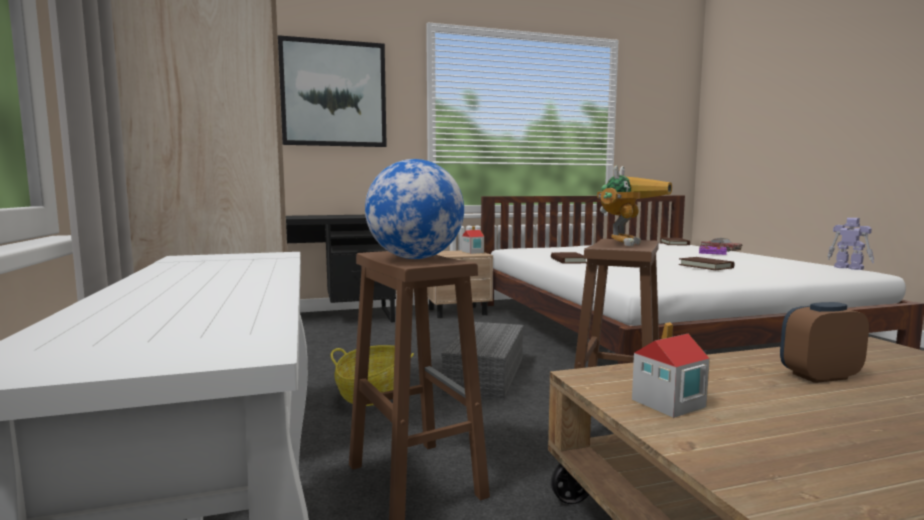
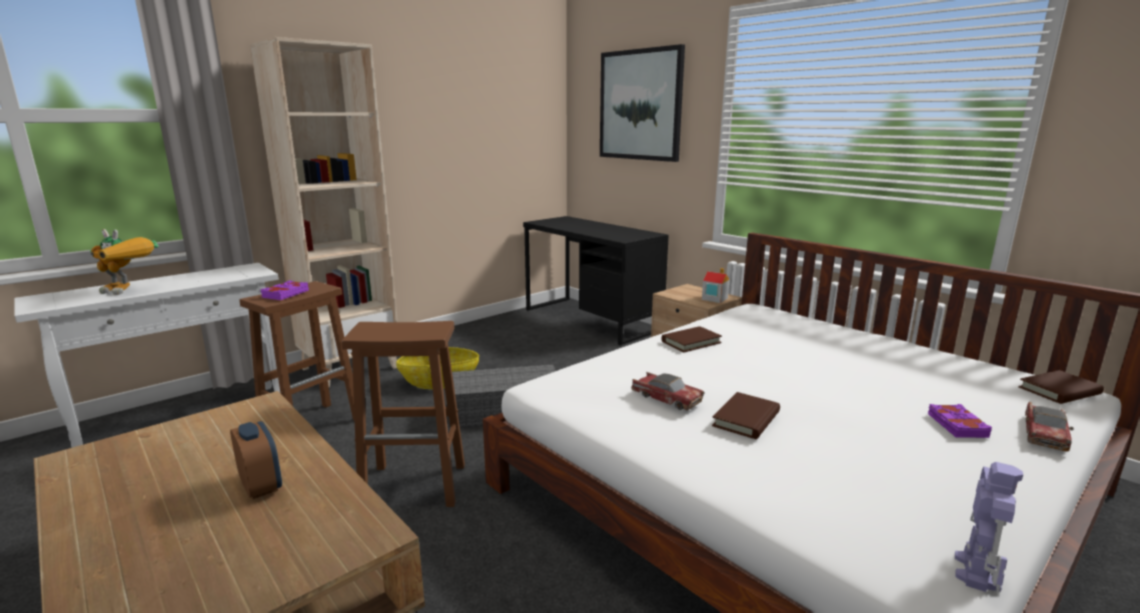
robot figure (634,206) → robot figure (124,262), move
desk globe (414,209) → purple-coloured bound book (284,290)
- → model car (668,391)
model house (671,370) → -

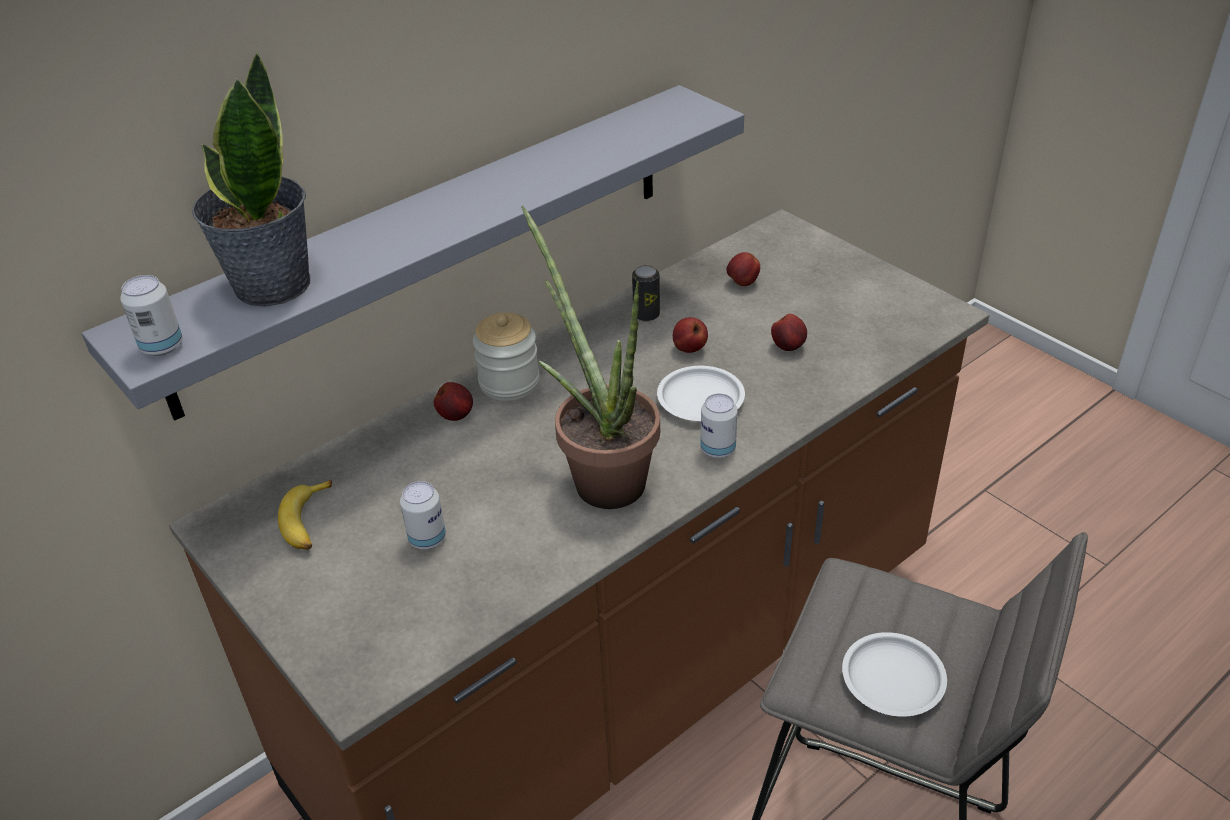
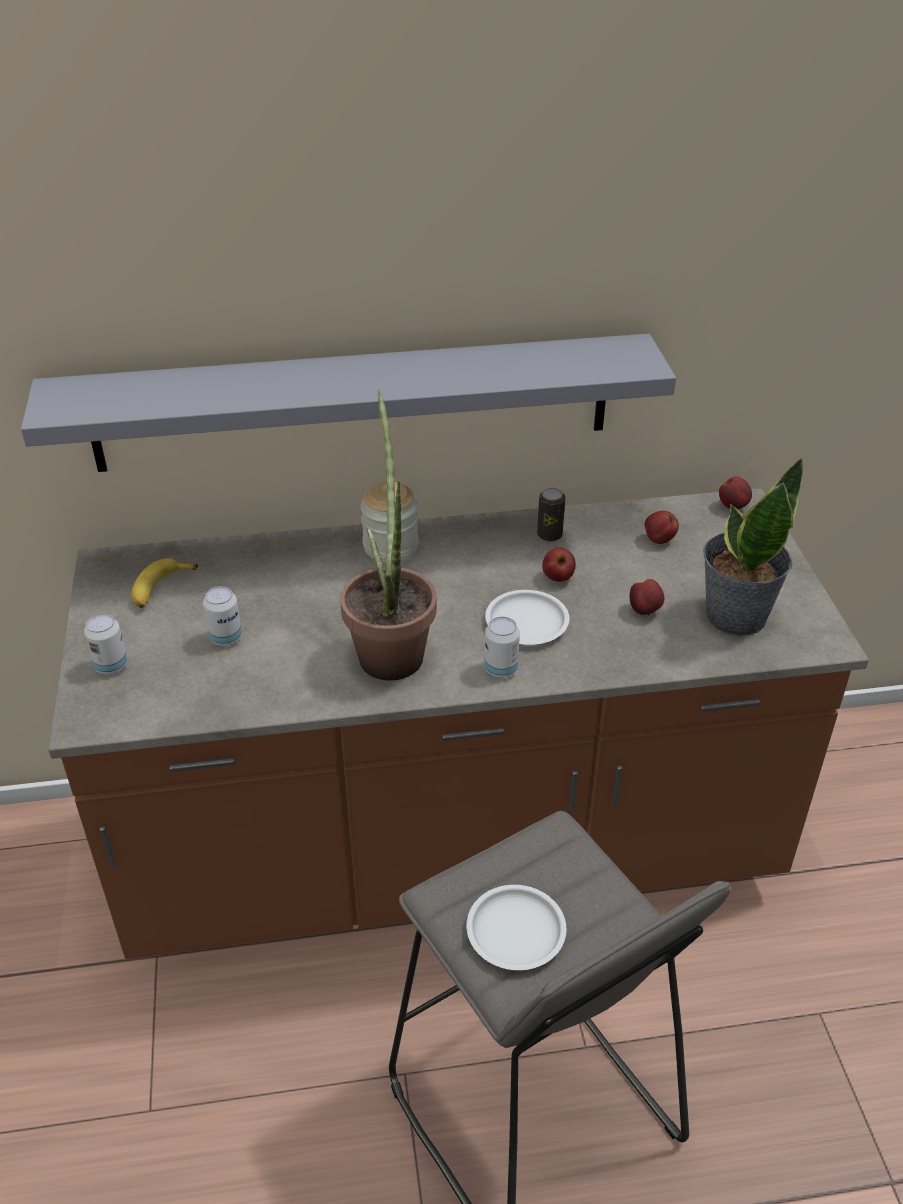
sealed can (151,315) → sealed can (106,643), move
potted plant (251,179) → potted plant (753,546), move
apple fruit (453,401) → apple fruit (735,492), move

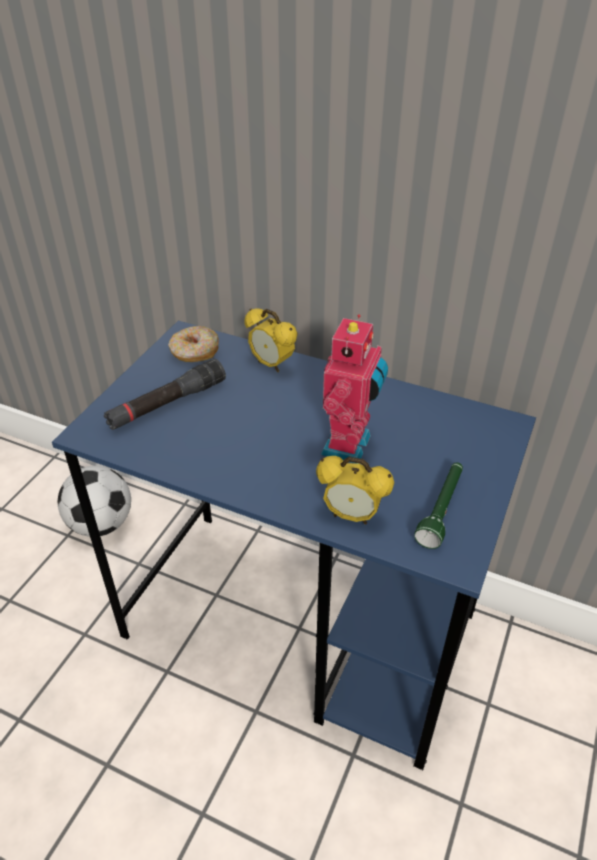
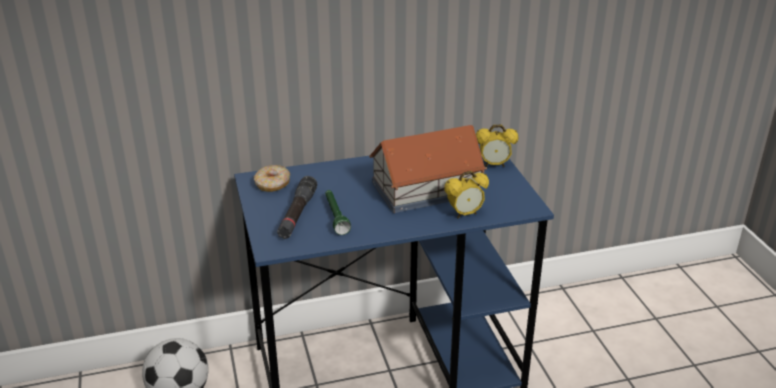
green-coloured flashlight (438,505) → green-coloured flashlight (338,212), move
robot figure (354,388) → model house (428,169)
alarm clock (271,340) → alarm clock (497,146), move

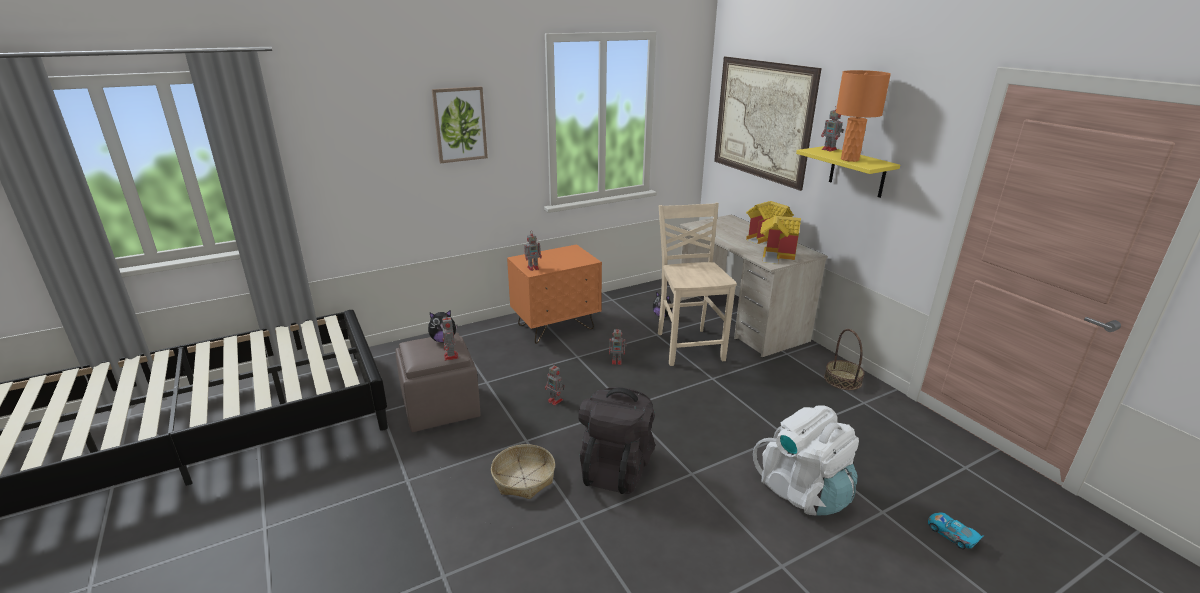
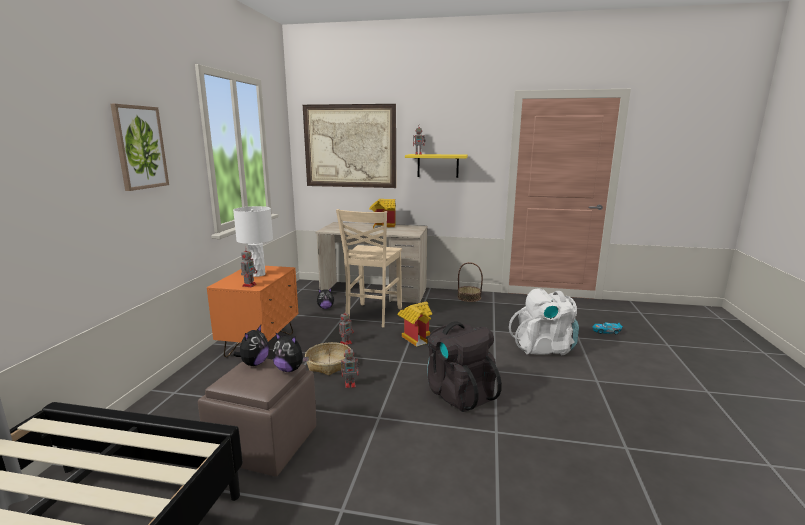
- → white-coloured lamp for a table (253,241)
robot figure (450,337) → soft toy (290,352)
household basket (523,471) → household basket (328,358), move
beige chair (697,284) → beige chair (369,268), 105 degrees counterclockwise
model house (780,240) → model house (414,324), move
orange lamp for a table (863,116) → -

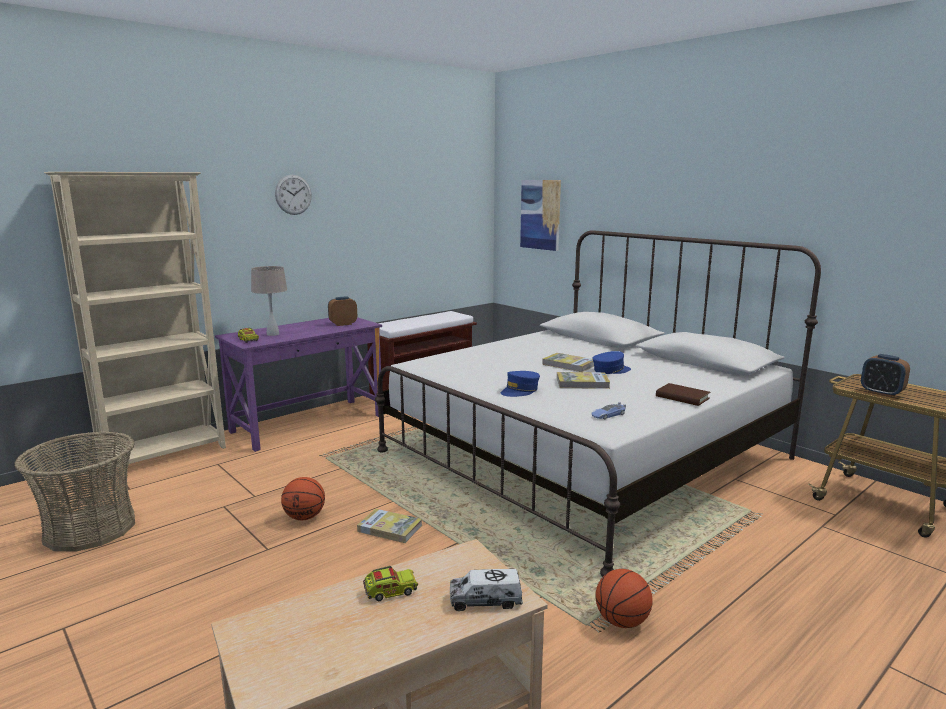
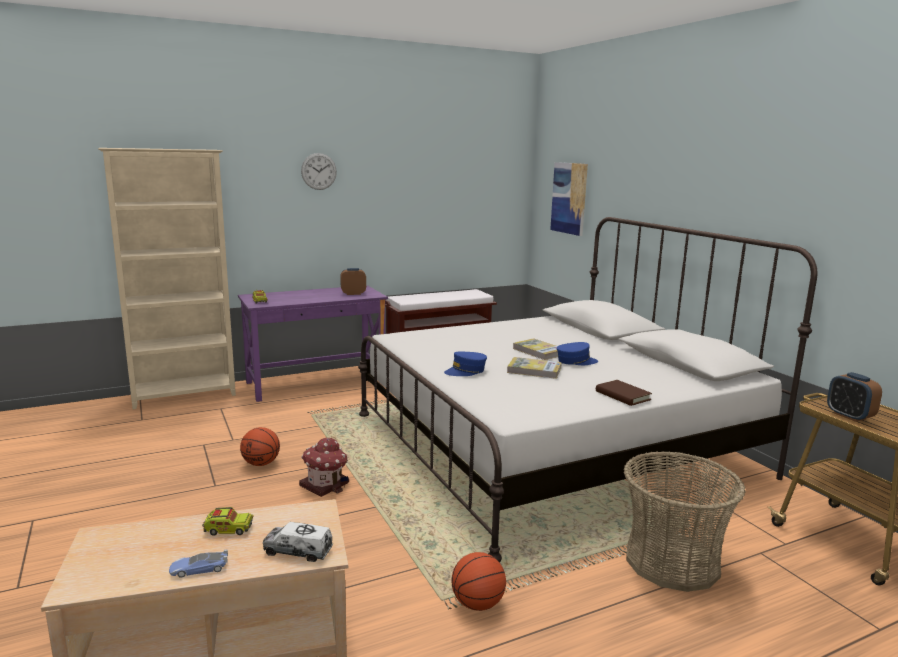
model car (608,410) → model car (198,563), move
bound book (389,526) → model house (324,467)
household basket (74,491) → household basket (685,521), move
beige lamp for a table (269,301) → -

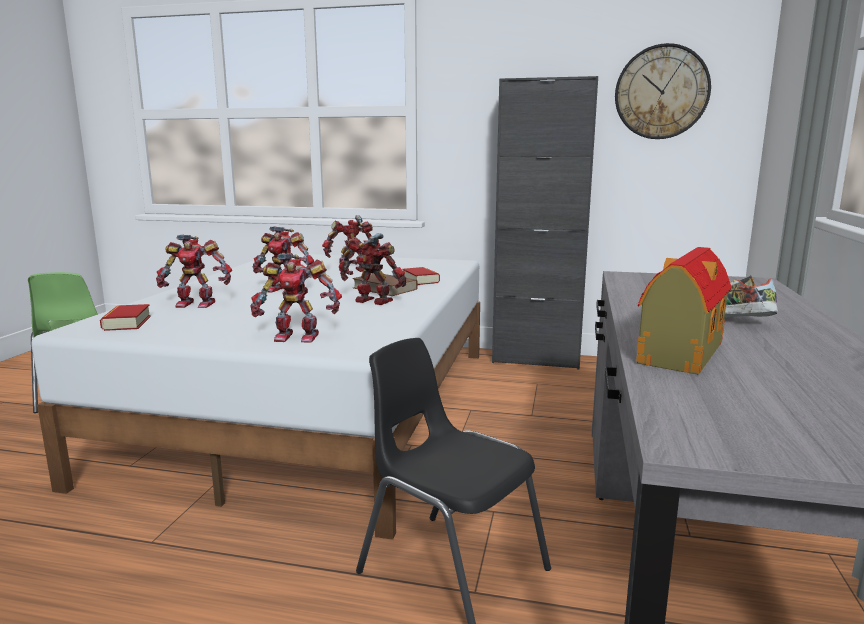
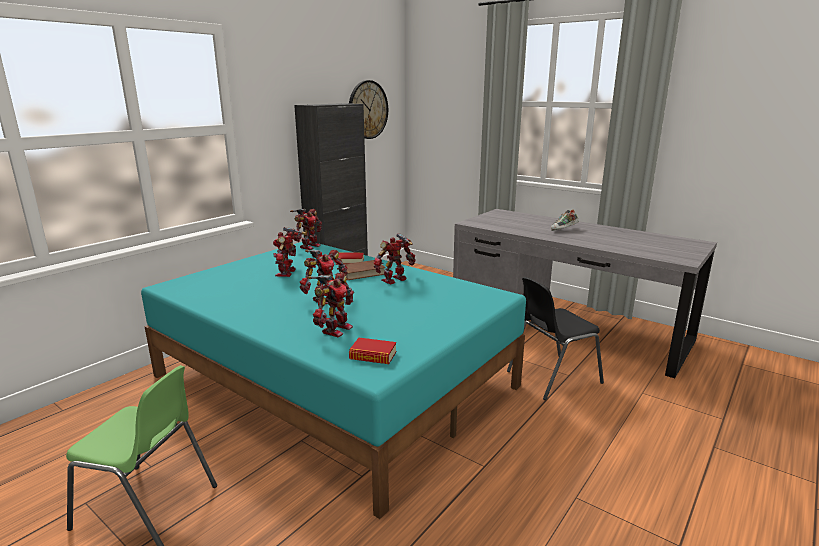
white-coloured bed (255,397) → turquoise bed (333,380)
robot figure (296,298) → robot figure (306,229), move
model house (684,310) → -

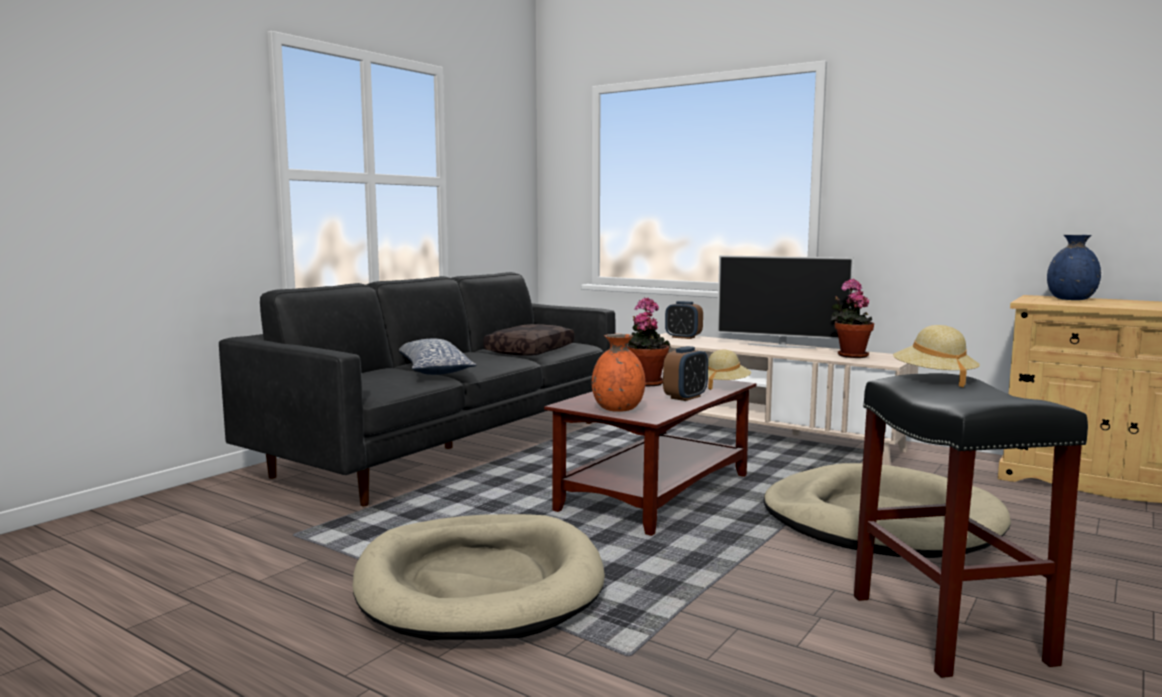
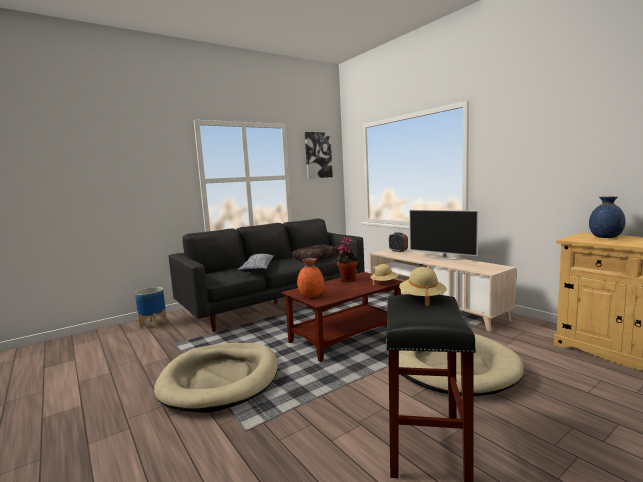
- → planter (151,308)
- → picture (319,155)
alarm clock (685,373) → -
potted plant (852,318) → -

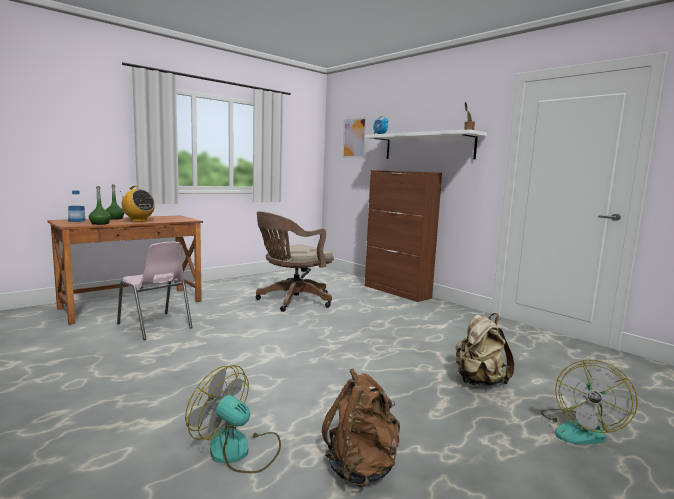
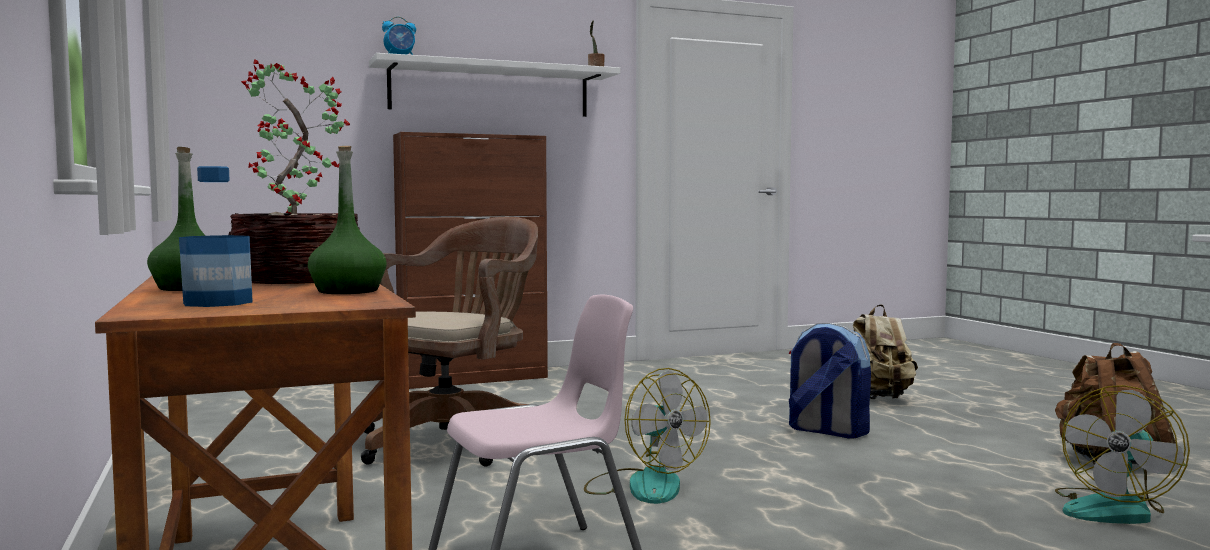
radio receiver (137,204) → potted plant (294,171)
brownish computer chair (295,261) → brownish computer chair (449,342), 120 degrees counterclockwise
electric fan (589,402) → electric fan (647,436), move
- → rucksack (830,380)
picture (354,137) → -

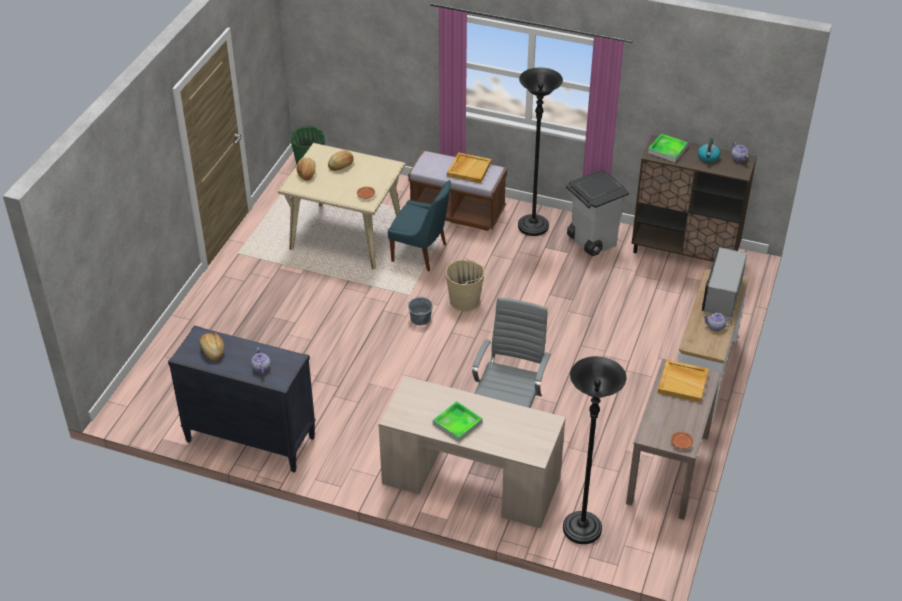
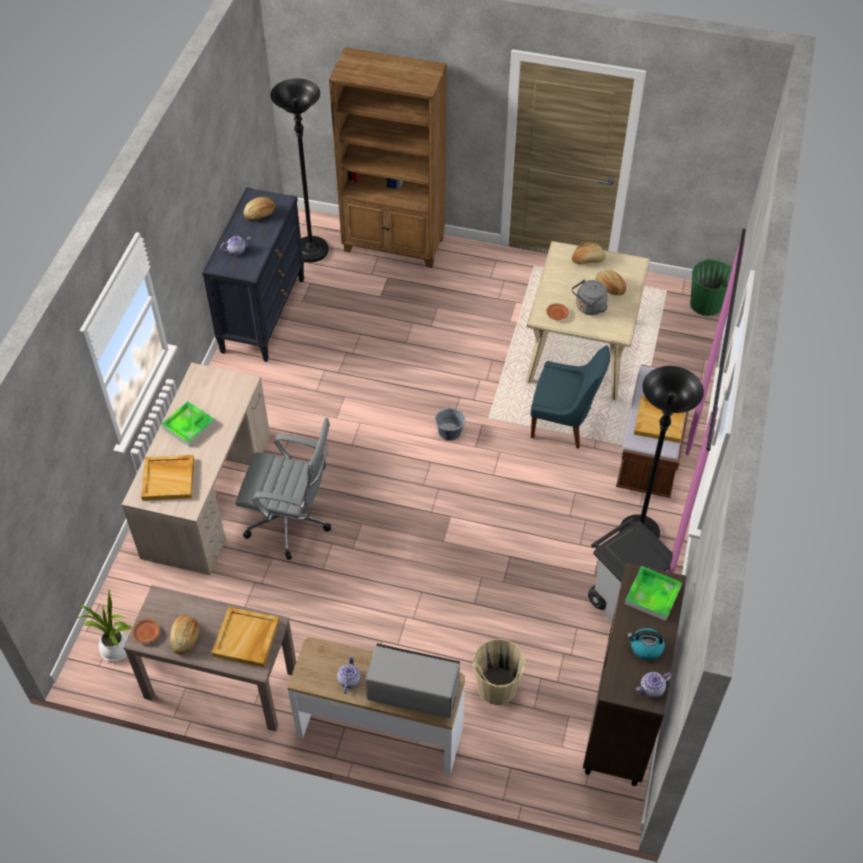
- → potted plant (104,626)
- → beige tray (167,478)
- → baked bread (184,635)
blackish standing lamp (594,450) → blackish standing lamp (299,170), move
- → brownish bookcase (388,157)
beige pail (466,284) → beige pail (499,672), move
blue-coloured chair (419,225) → blue-coloured chair (570,397), 90 degrees counterclockwise
- → grey kettle (590,297)

